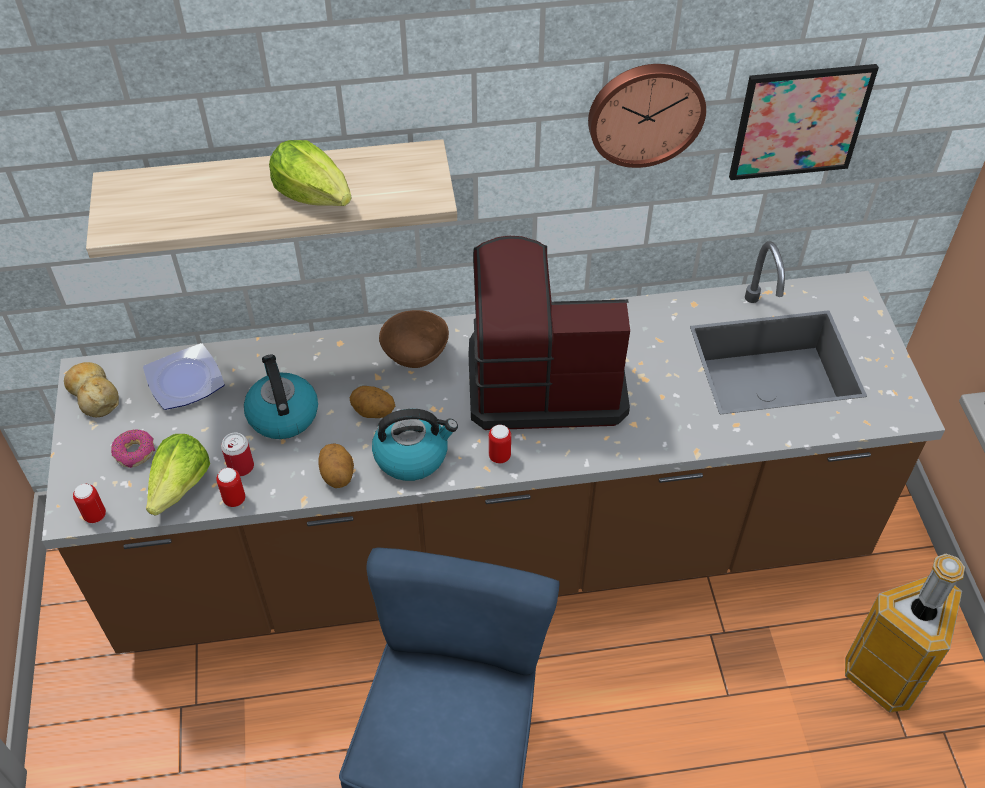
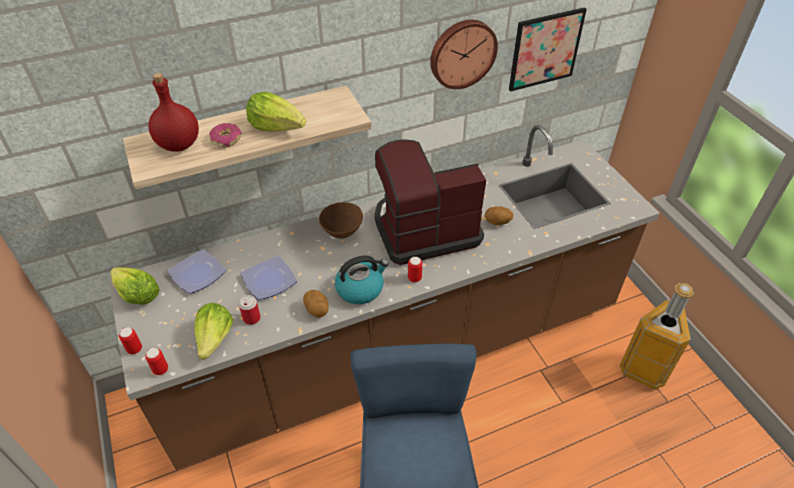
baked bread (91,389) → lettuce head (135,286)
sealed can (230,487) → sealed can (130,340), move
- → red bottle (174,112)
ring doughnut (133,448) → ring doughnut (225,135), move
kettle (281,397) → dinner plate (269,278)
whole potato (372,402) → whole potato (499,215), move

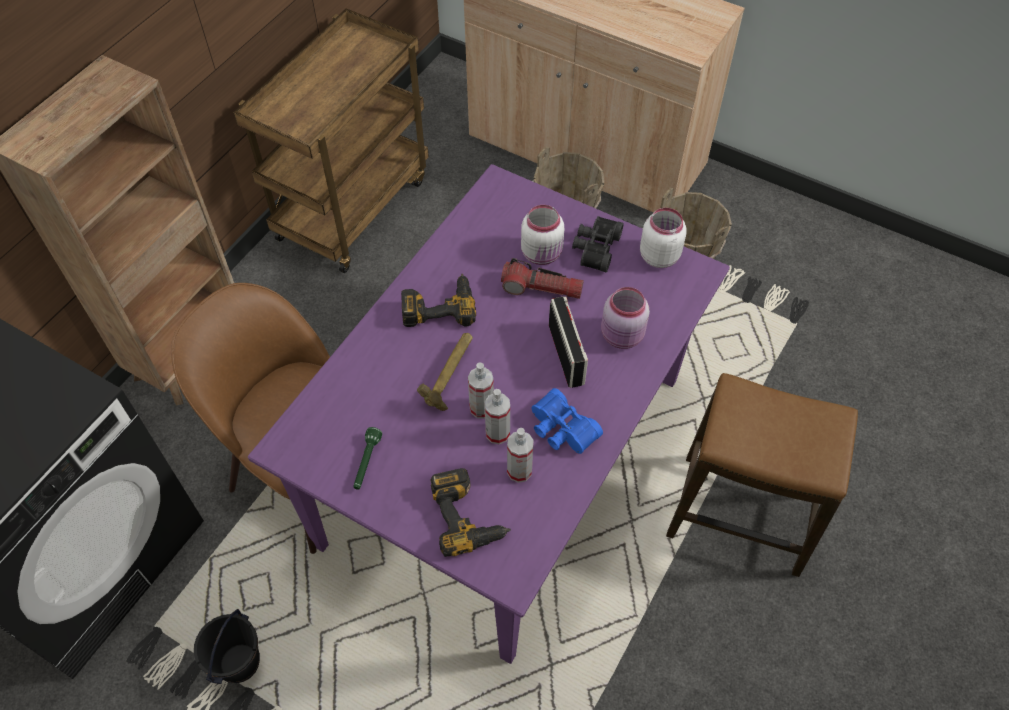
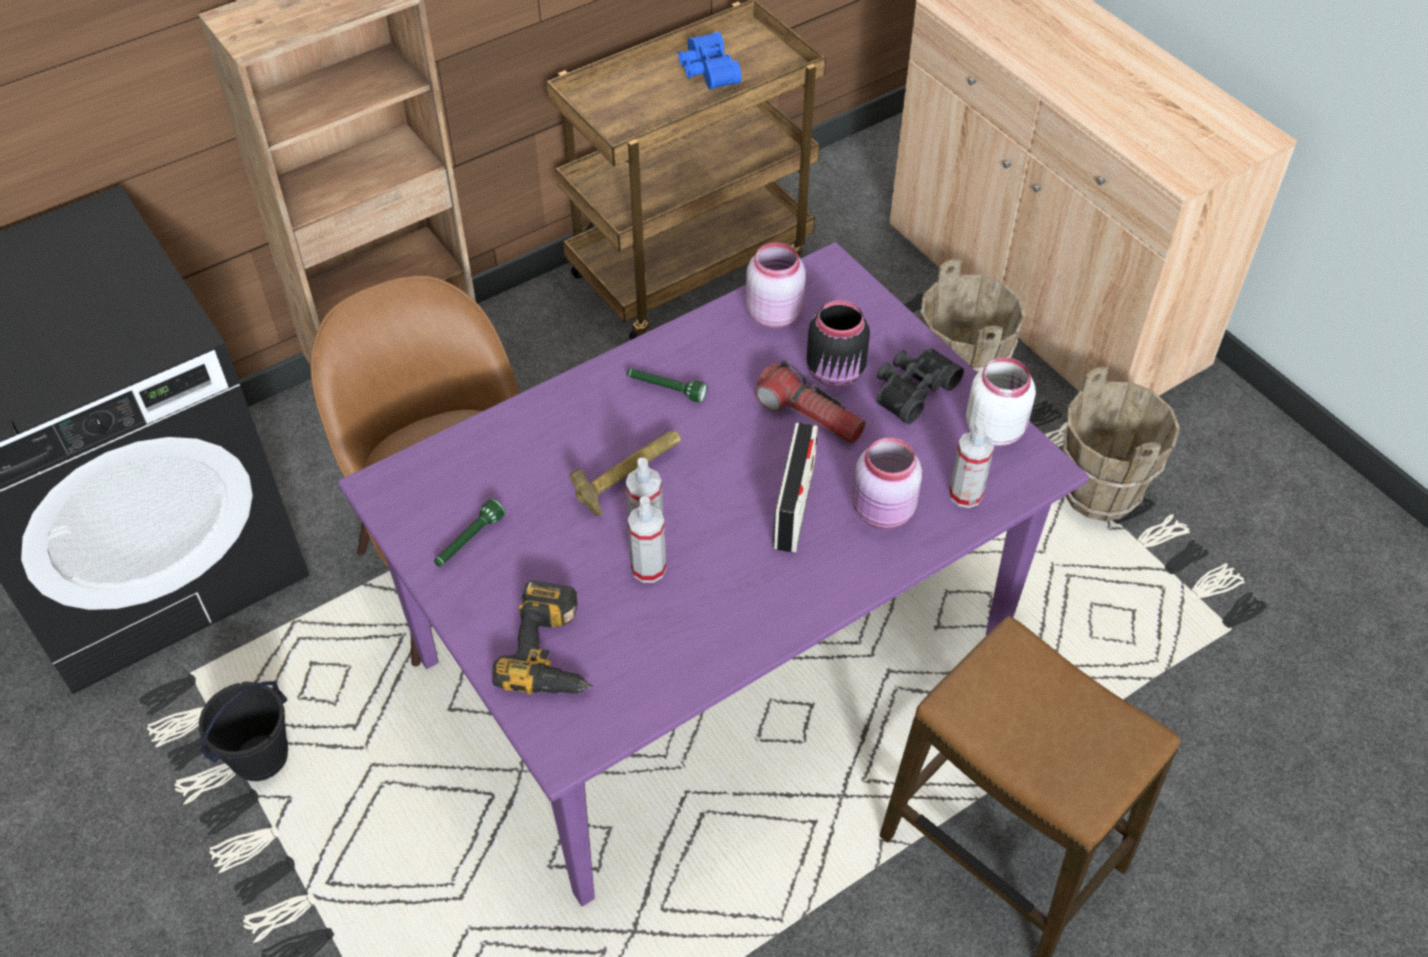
power drill (438,300) → green-coloured flashlight (667,385)
blue-coloured binoculars (567,421) → blue-coloured binoculars (710,61), move
- → pink-coloured storage jar (776,285)
white-coloured storage jar (542,235) → blackish storage jar (838,344)
sprayer (520,455) → sprayer (971,464), move

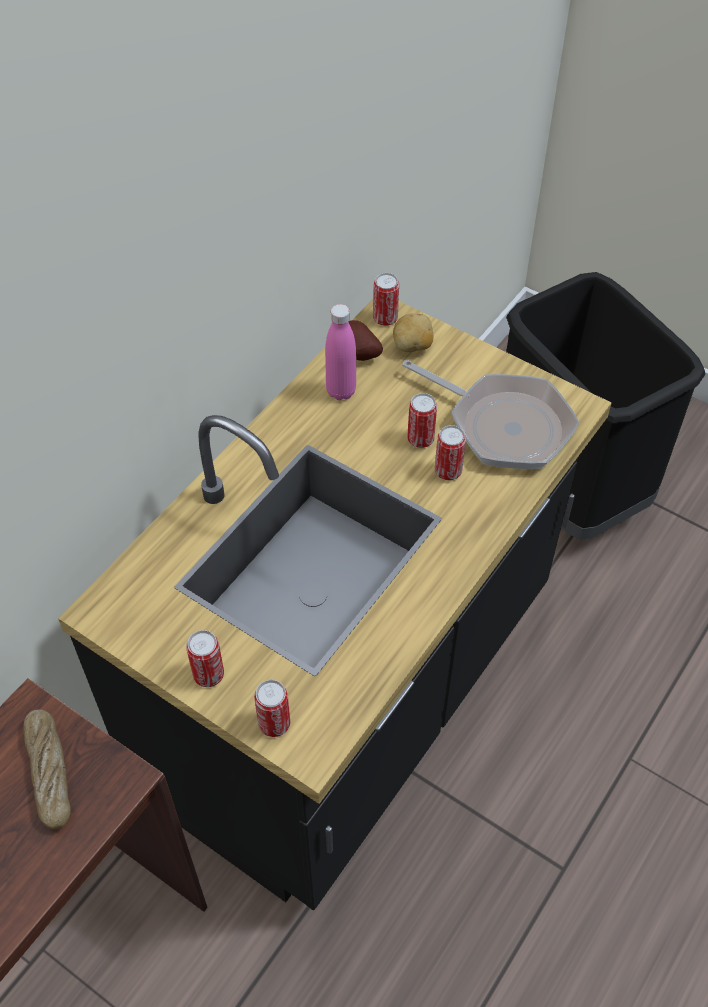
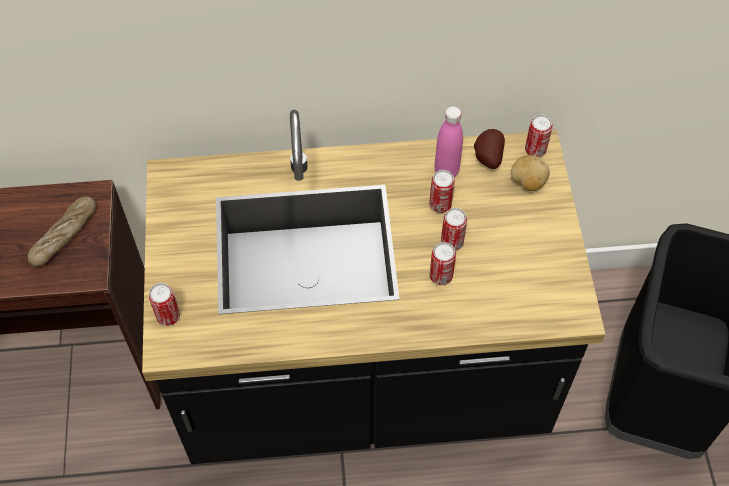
sealed can (205,658) → sealed can (442,191), move
pan (490,414) → -

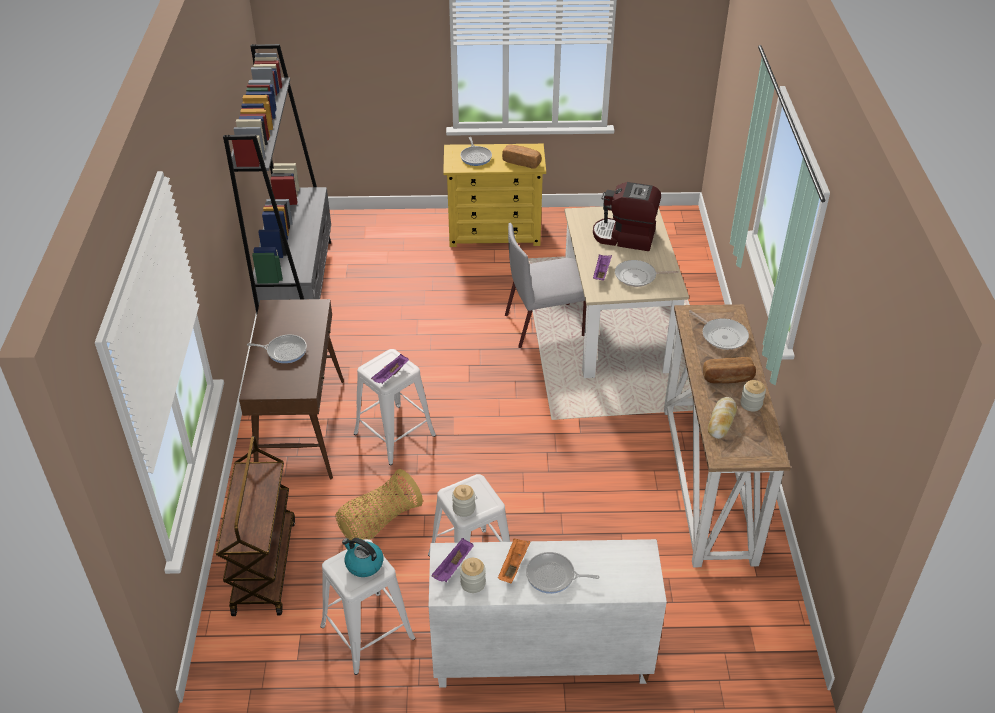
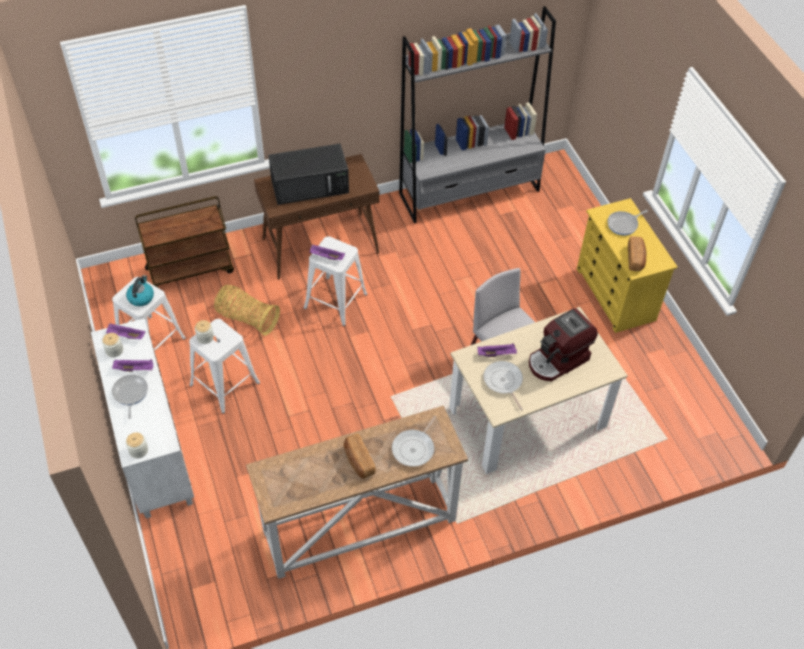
orange tray (514,561) → purple-coloured tray (132,366)
storage jar (753,395) → storage jar (137,445), move
pan (277,349) → blackish microwave (309,174)
coffee maker (627,216) → coffee maker (563,344), 120 degrees counterclockwise
baked bread (722,418) → -

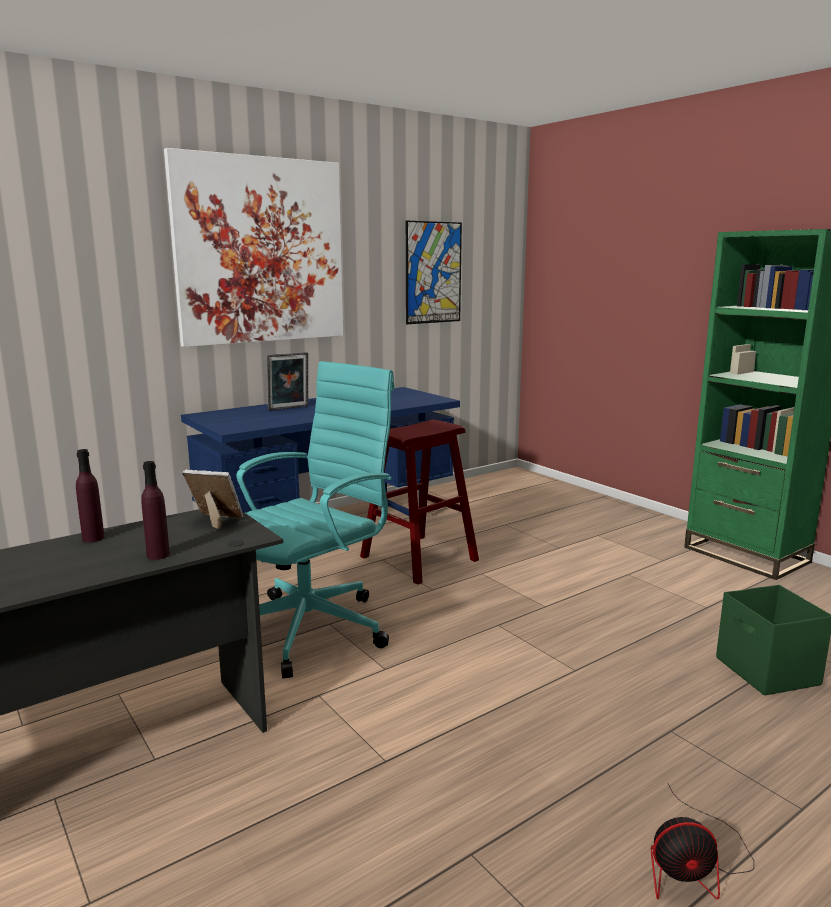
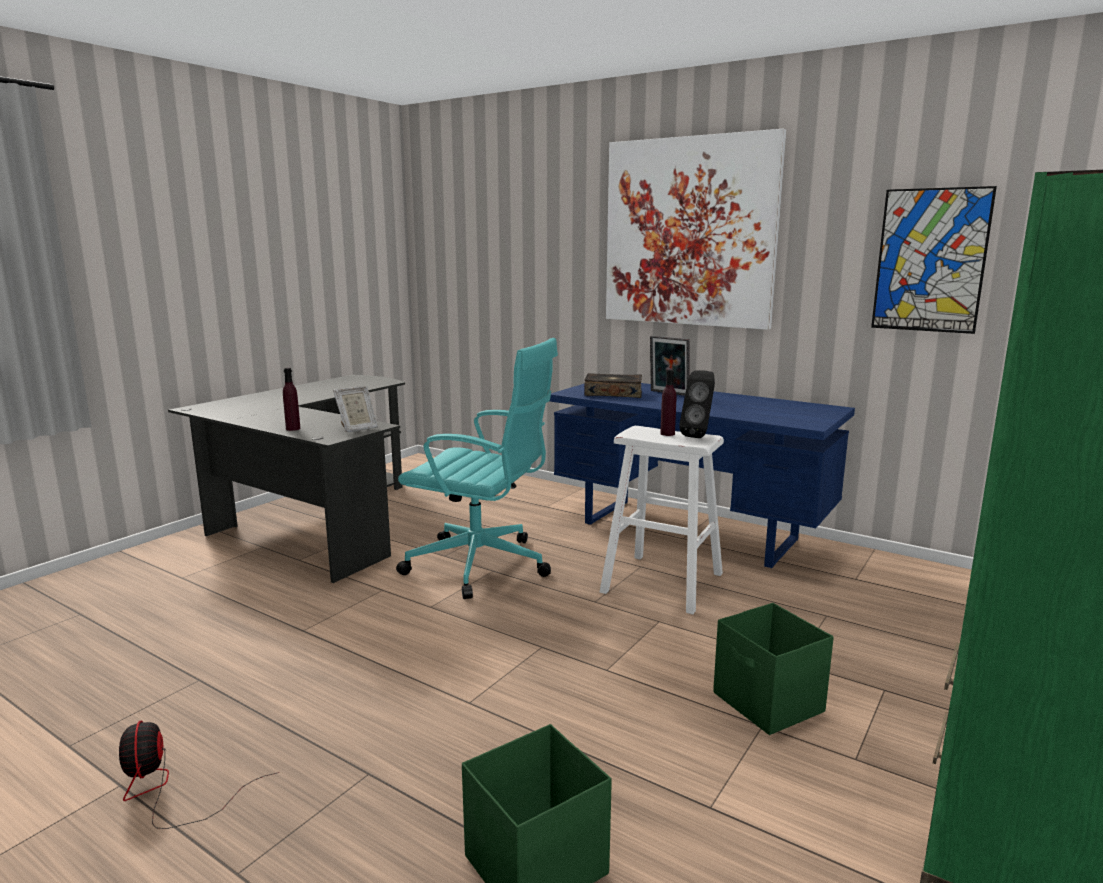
standing frame (212,499) → standing frame (355,409), 60 degrees clockwise
- → bound book (613,385)
red stool (419,502) → white-coloured stool (662,520)
purple-coloured bottle (90,495) → purple-coloured bottle (668,402), move
- → blackish loudspeaker (697,404)
- → green-coloured storage box (773,669)

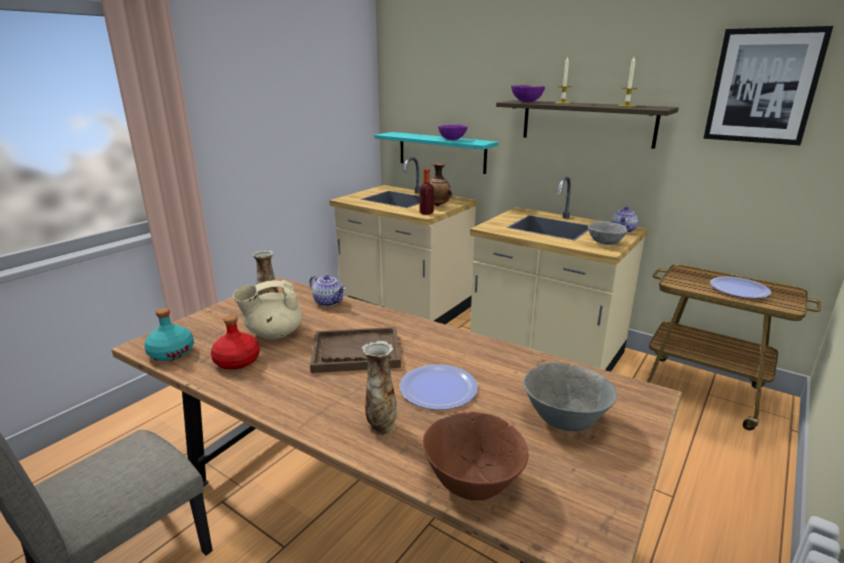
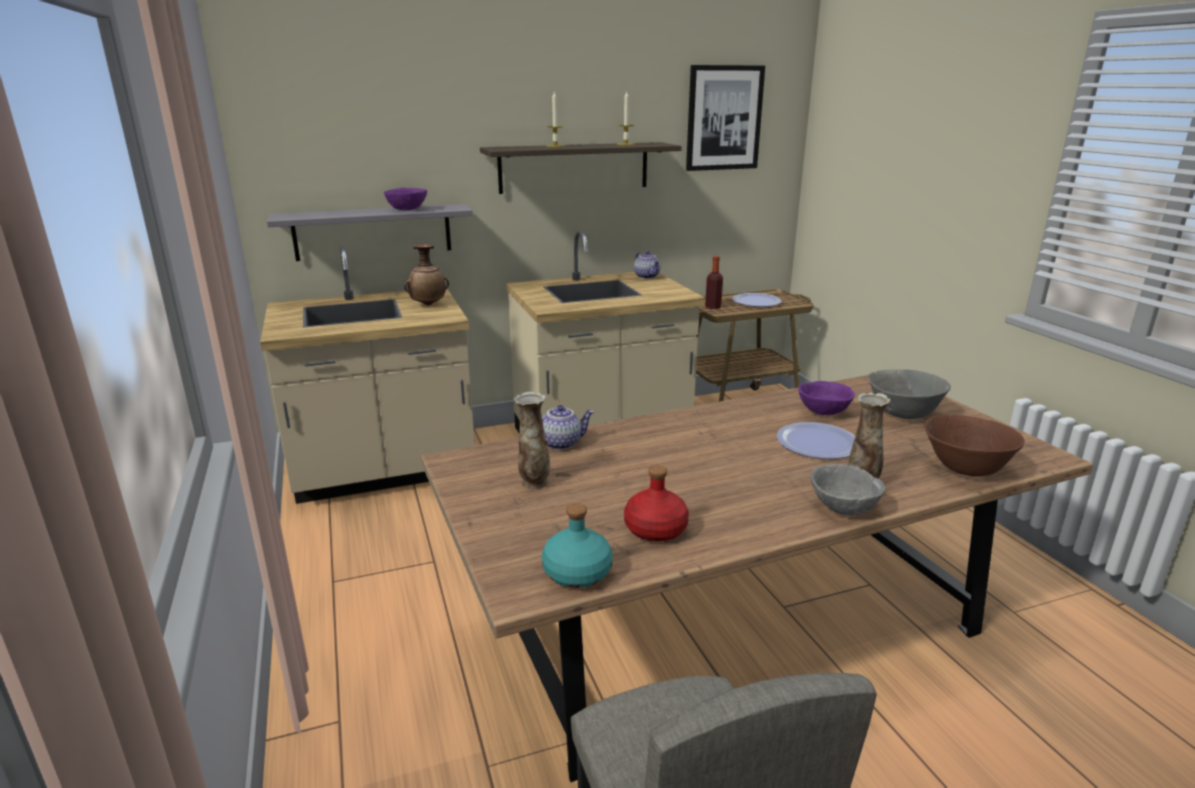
turquoise shelf (436,153) → grey shelf (370,232)
bottle (426,192) → bottle (714,282), move
purple-coloured bowl (528,93) → purple-coloured bowl (826,398), move
grey bowl (607,233) → grey bowl (848,489), move
beige pot for tea (268,309) → -
brownish tray (355,350) → -

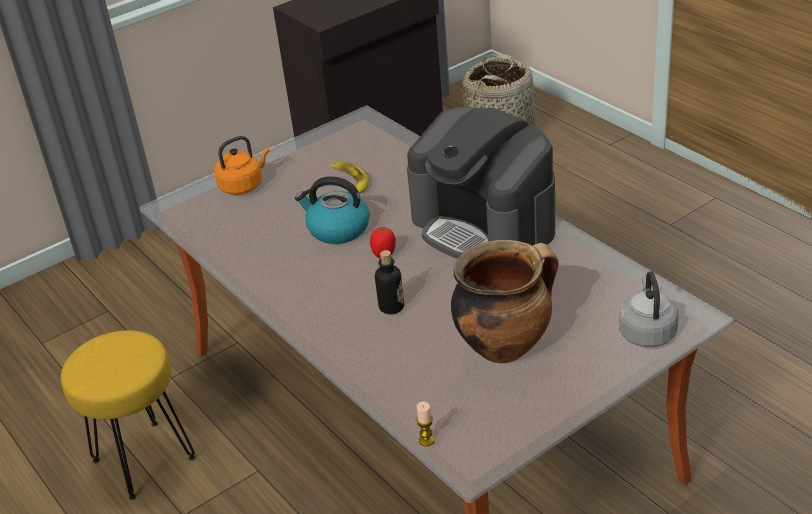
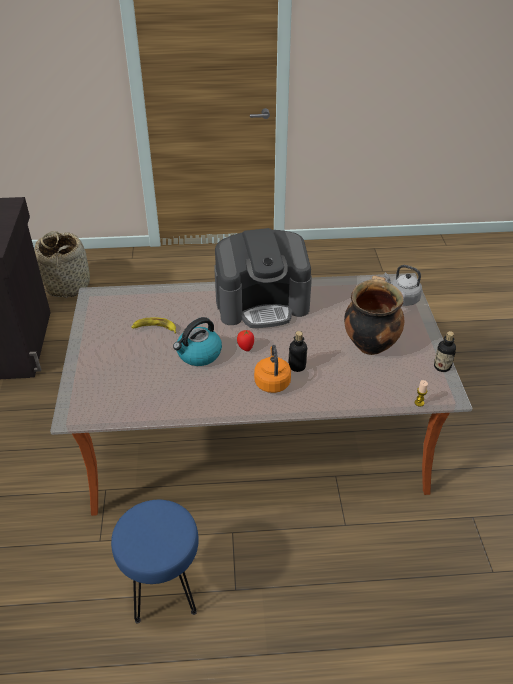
yellow stool (128,415) → blue-coloured stool (155,562)
orange kettle (242,165) → orange kettle (272,369), move
- → bottle (445,351)

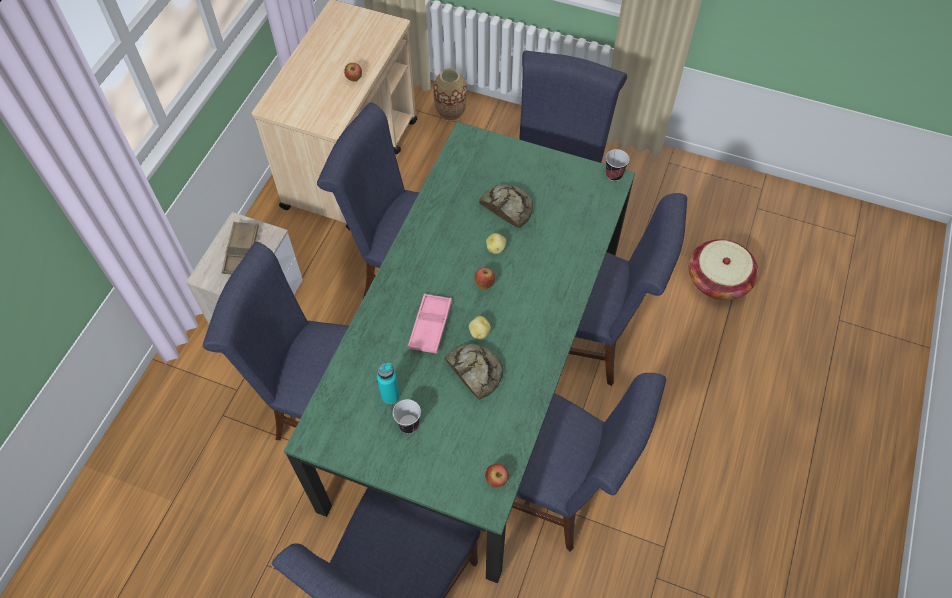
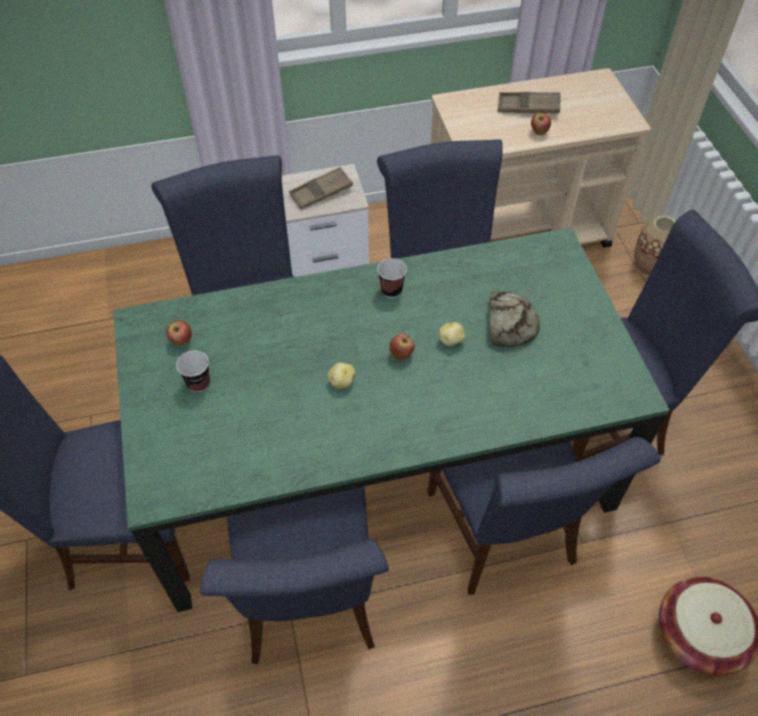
apple fruit (497,475) → apple fruit (179,332), move
drinking cup (617,165) → drinking cup (392,278), move
- → brownish tray (529,102)
turquoise bottle (388,383) → -
pink-coloured tray (430,324) → -
baked bread (474,372) → -

